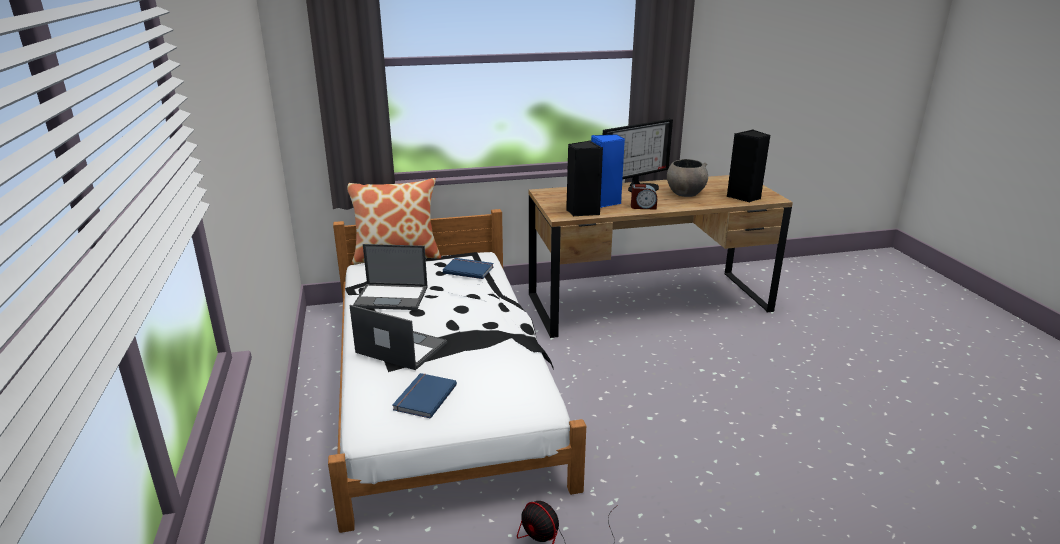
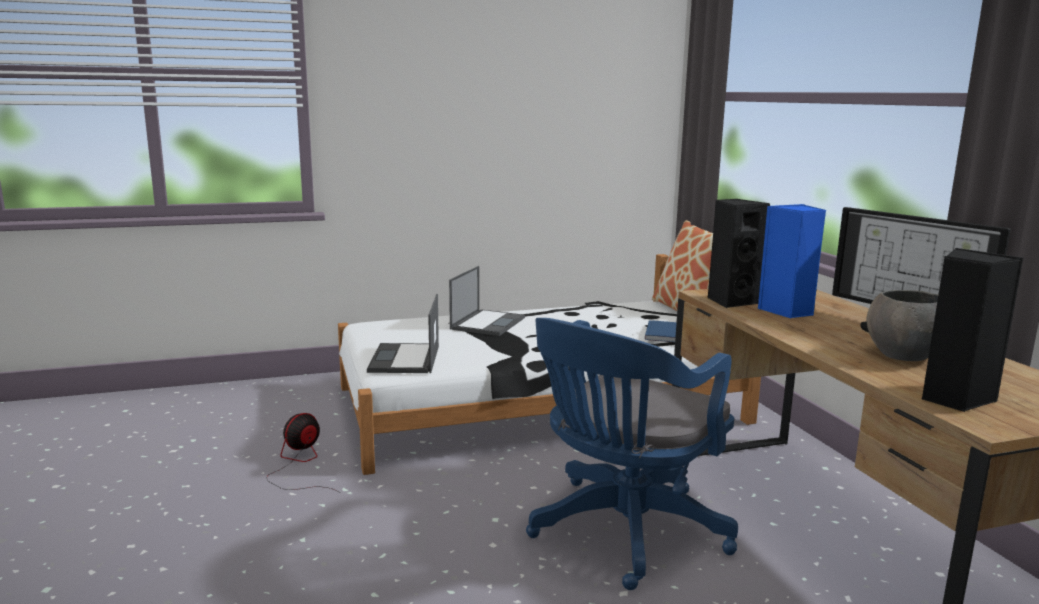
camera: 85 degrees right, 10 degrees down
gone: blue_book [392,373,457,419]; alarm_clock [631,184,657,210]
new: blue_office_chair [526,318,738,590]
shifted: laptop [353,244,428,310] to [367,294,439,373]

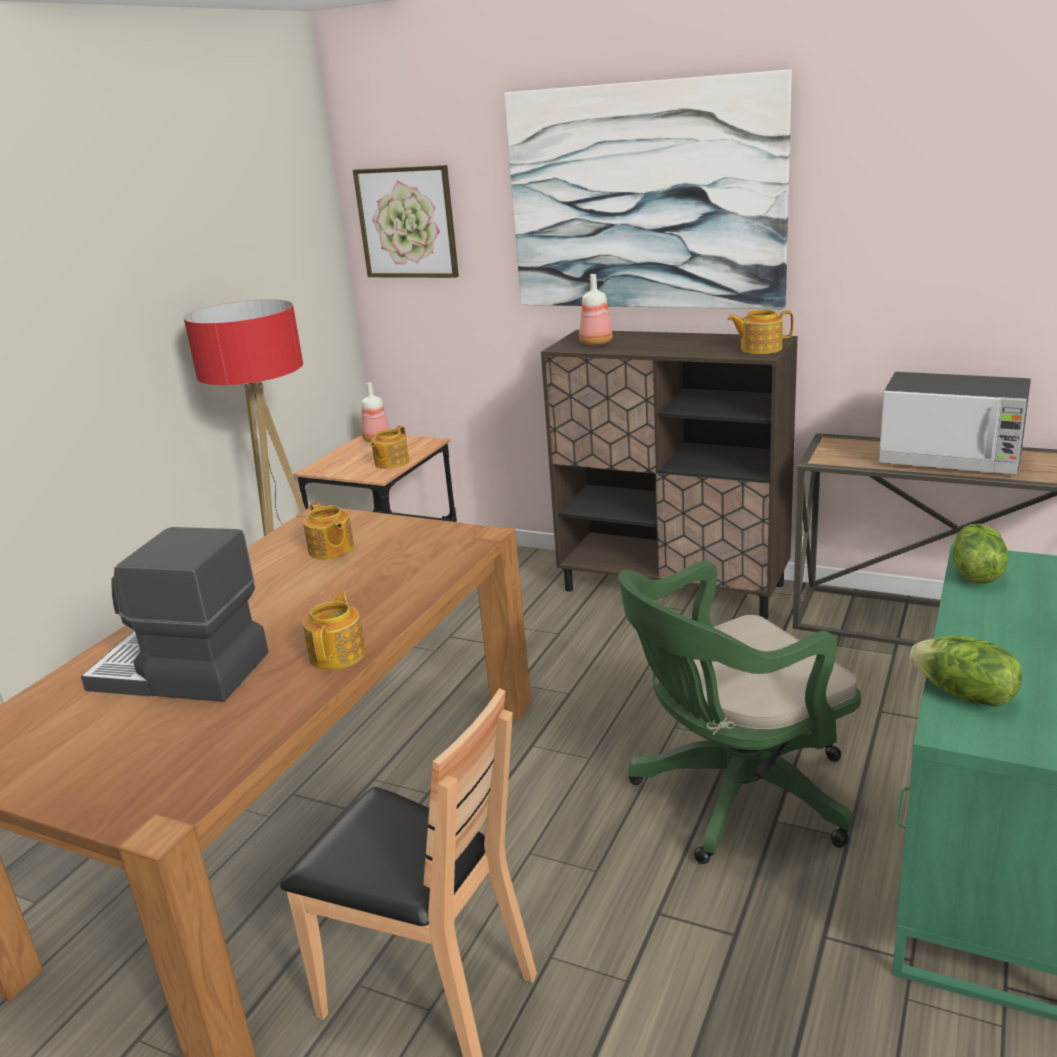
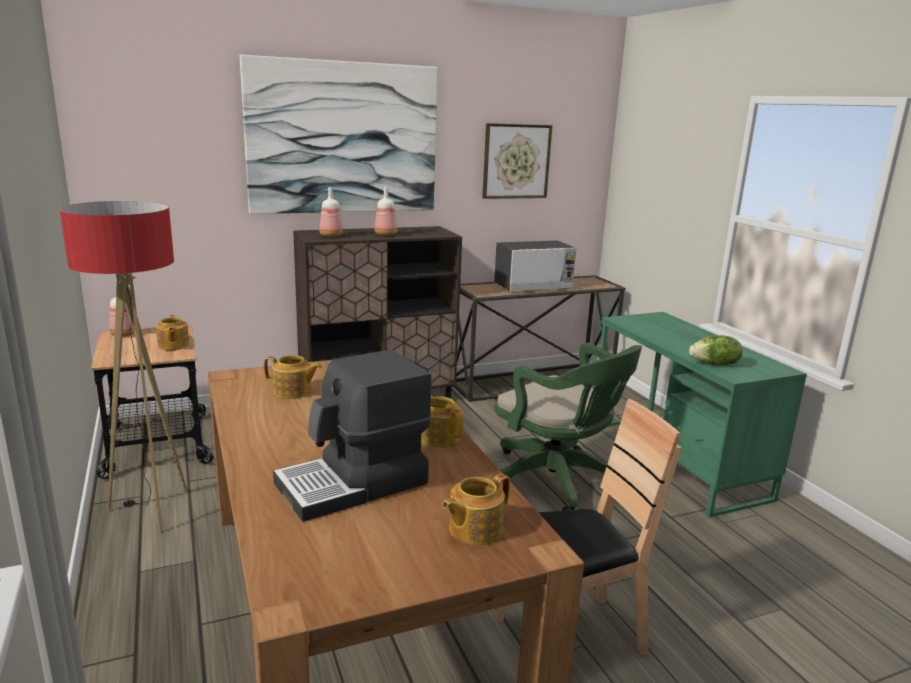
camera: 50 degrees left, 5 degrees down
gone: lettuce [953,524,1008,584]
new: bottle [374,187,397,236]
shifted: picture [353,165,459,278] to [482,123,552,199]; teapot [727,310,794,354] to [442,474,510,545]
rotated: green_office_chair [618,560,861,864] = [494,343,642,511] 60 degrees counterclockwise

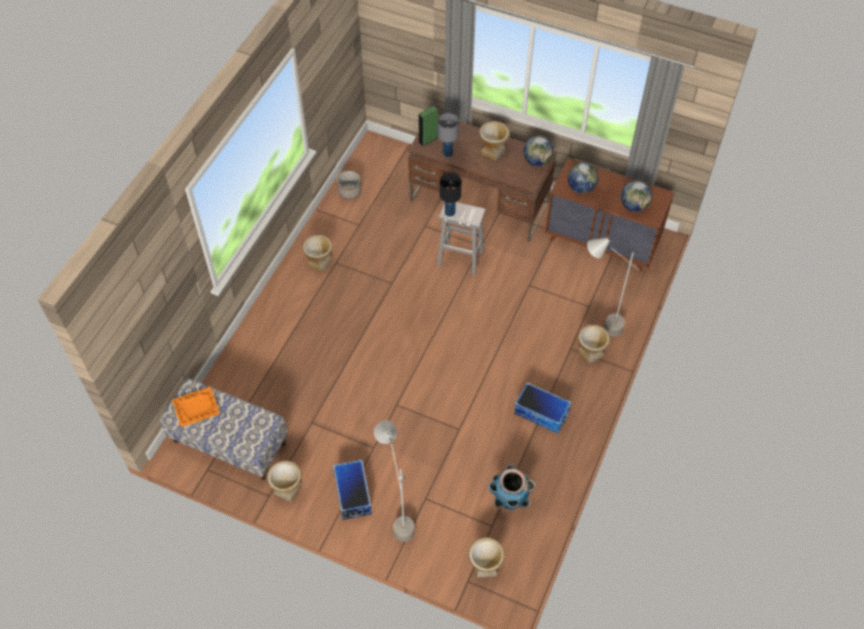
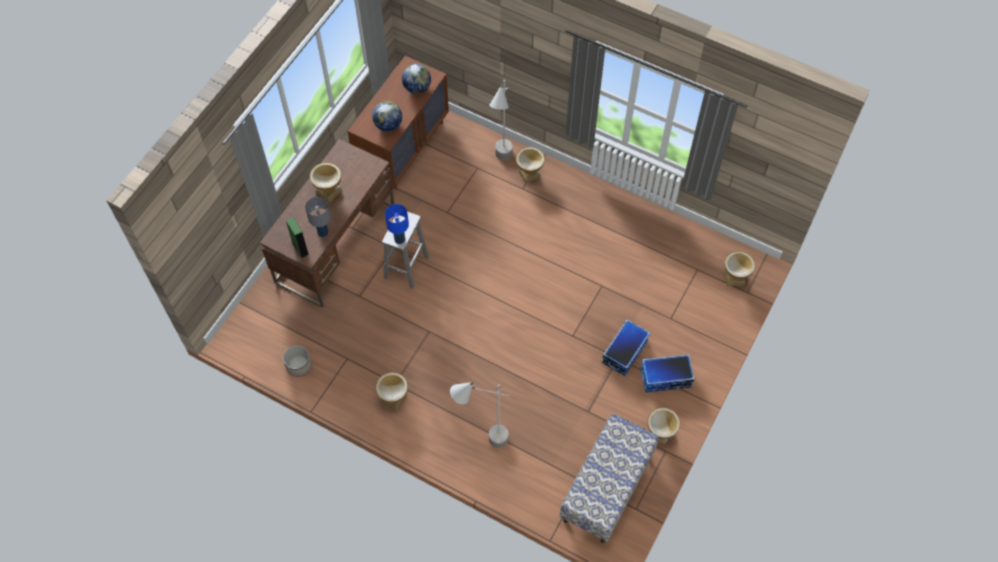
camera: 85 degrees left, 5 degrees up
gone: orange_tray [172,386,220,427]; planter [489,464,536,510]; globe [523,136,553,166]
shifted: grey_floor_lamp [374,420,415,542] to [450,382,509,448]; storage_box [514,382,572,433] to [602,320,650,376]
repainted: black_table_lamp [440,173,462,217] to blue_table_lamp [385,204,409,244]

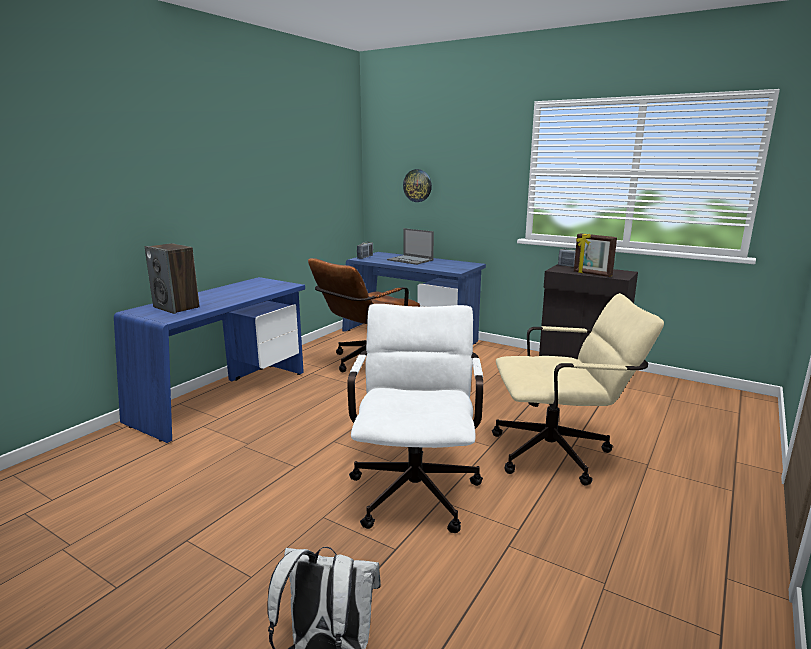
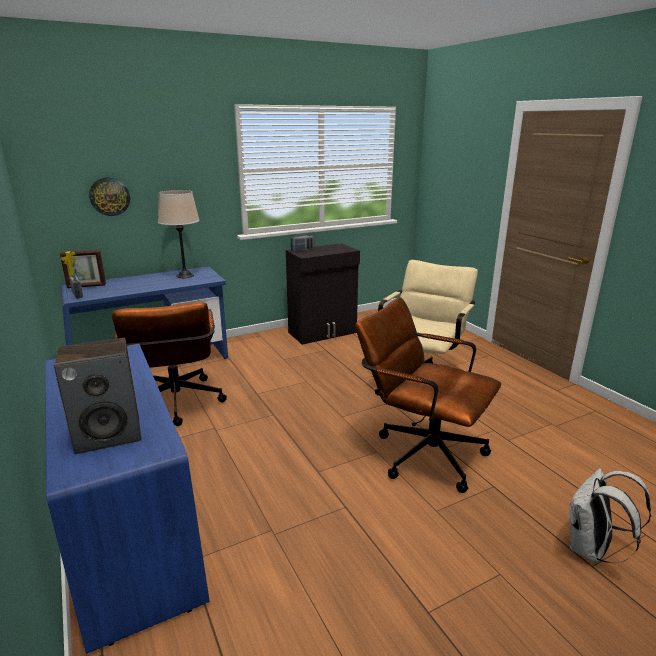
camera: 60 degrees left, 5 degrees up
gone: laptop [387,228,434,265]
new: beige_table_lamp [158,190,200,278]
shifted: picture_frame [574,233,617,277] to [60,250,106,288]
repainted: white_office_chair [347,304,483,533] to brown_office_chair [355,297,501,493]

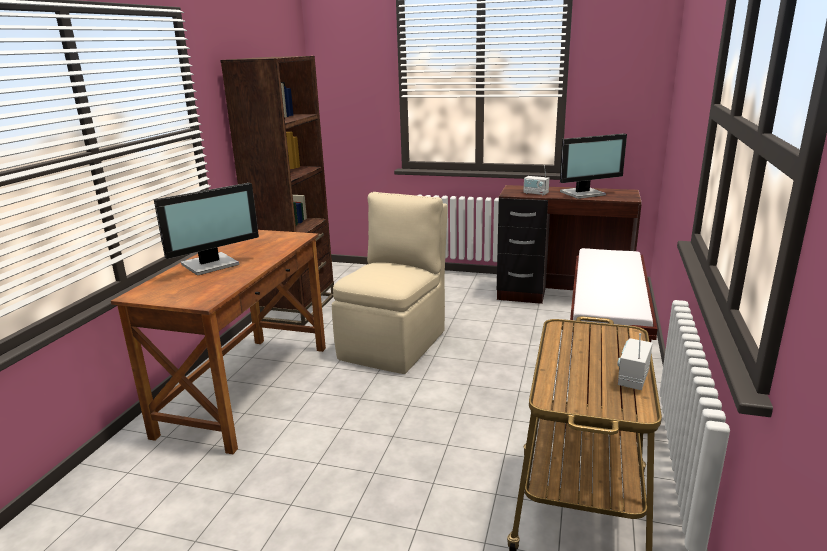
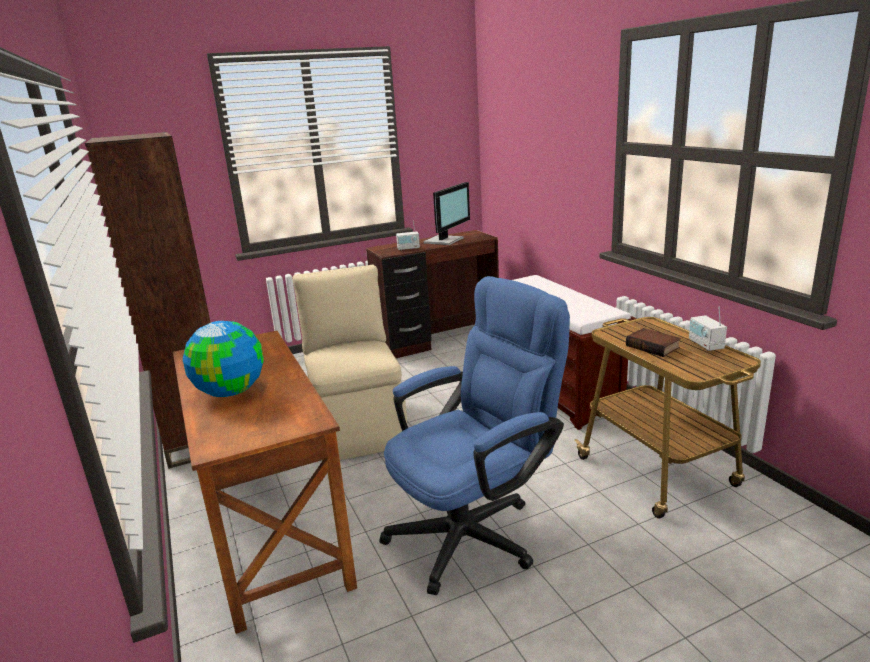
camera: 40 degrees left, 0 degrees up
new: blue_office_chair [379,276,570,595]; book [626,328,681,357]
swapped: monitor [154,183,259,276] to globe [183,321,264,397]

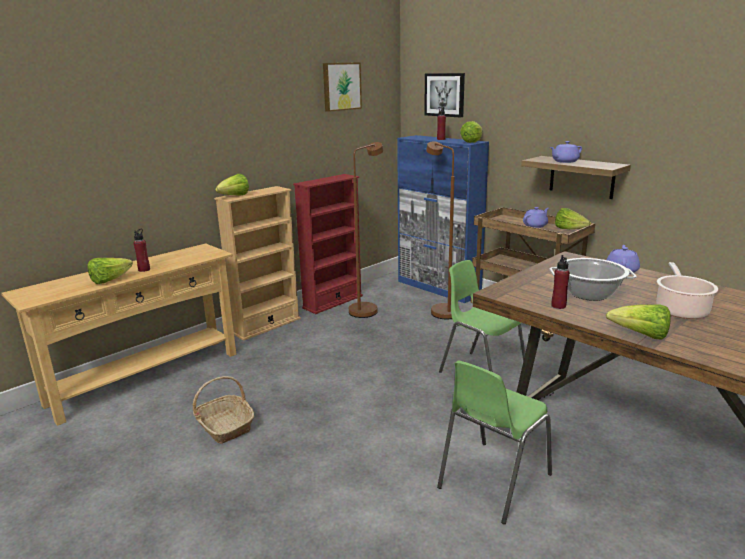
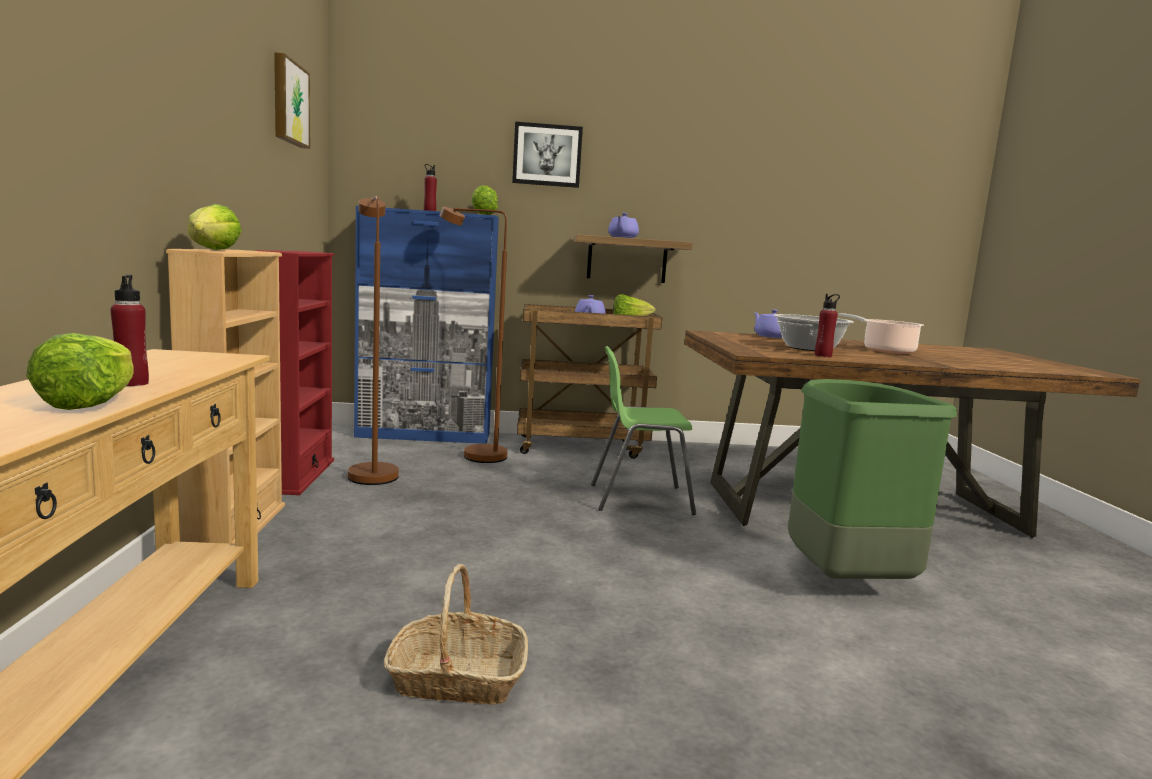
camera: 50 degrees left, 10 degrees down
gone: lettuce [606,304,671,340]
shifted: picture [424,73,465,117] to [512,122,583,188]
swapped: green_chair [437,361,552,524] to green_trash_can [788,379,957,579]

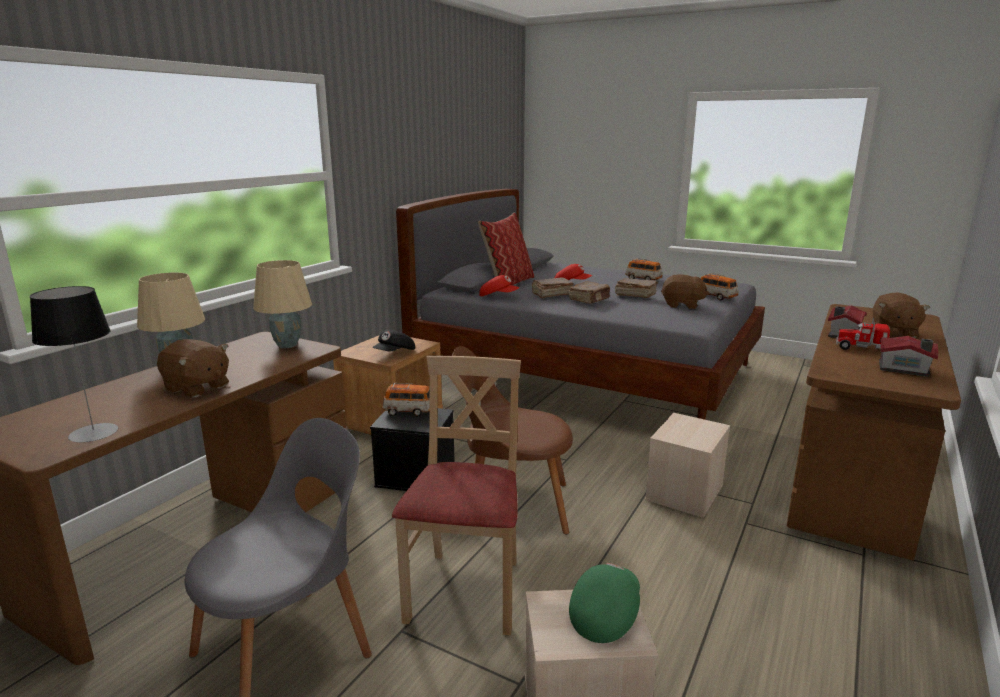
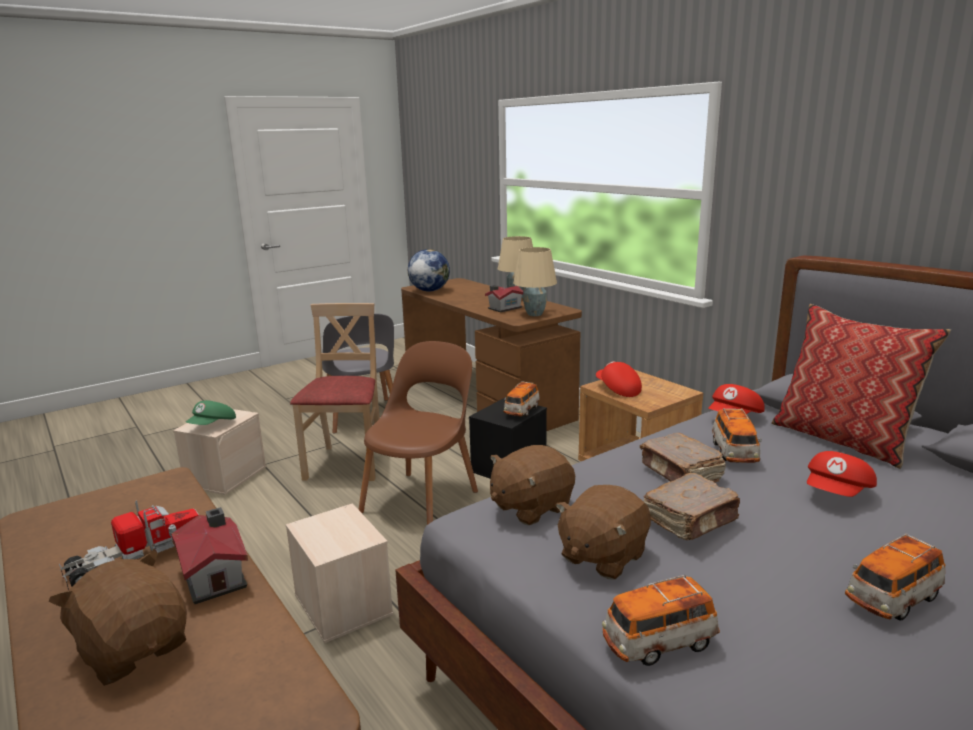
camera: 115 degrees right, 0 degrees up
shifted: brown_plush_toy [157,339,229,398] to [490,445,575,525]; toy_house [879,336,938,377] to [485,285,523,312]
swapped: table_lamp [30,286,118,442] to globe [408,249,450,292]; brown_book [532,278,574,298] to toy_car [712,408,762,463]
repainted: black_cap [372,330,415,351] to red_cap [596,361,642,397]
rotated: beige_chair [392,356,521,635] = [290,303,380,481] 120 degrees counterclockwise; green_cap [569,563,640,643] = [186,400,236,425] 60 degrees clockwise

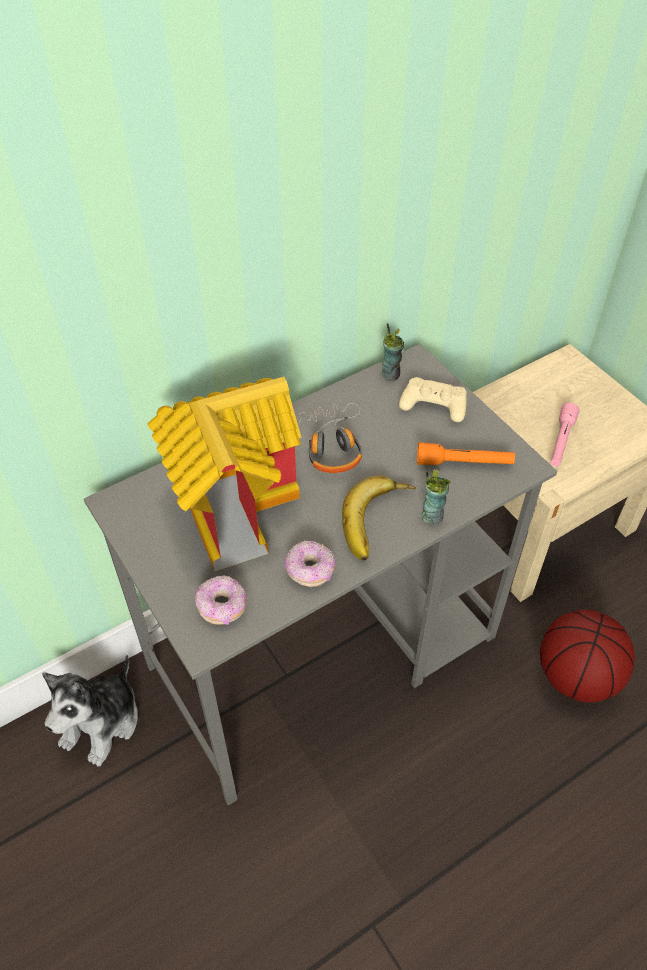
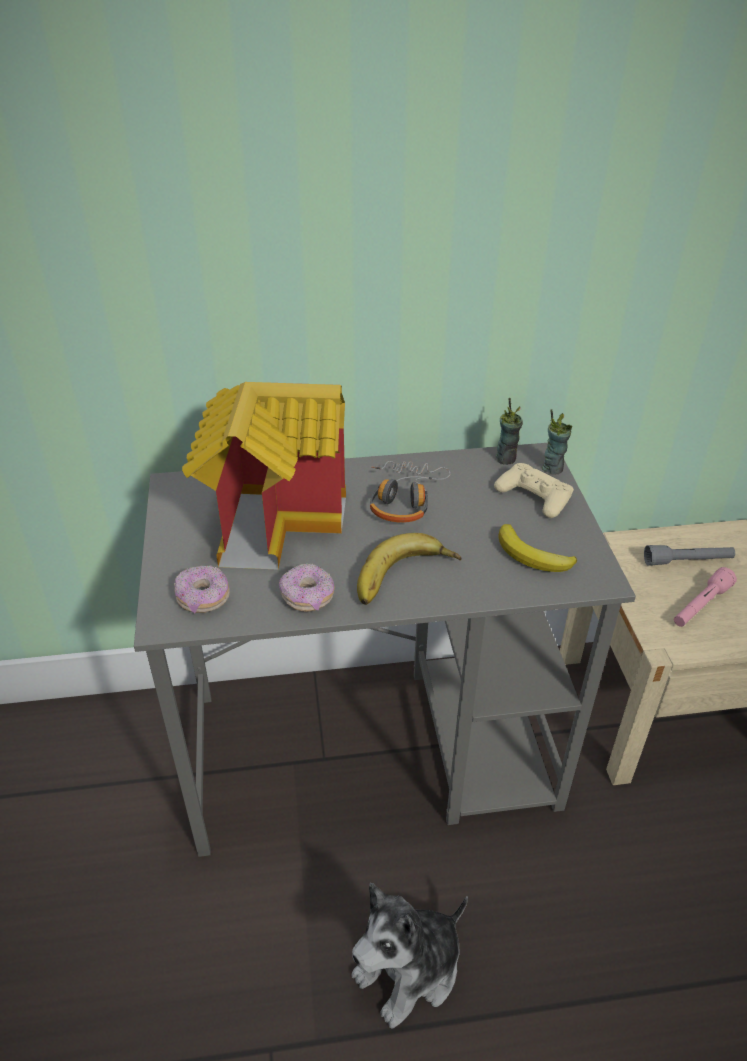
camera: 25 degrees right, 10 degrees down
gone: basketball [540,610,635,703]
new: grey_flashlight [644,545,735,566]
shifted: plush_toy [42,655,138,767] to [351,883,468,1029]; cup [421,469,451,525] to [542,409,572,475]
swapped: orange_flashlight [417,442,515,465] to banana [499,524,577,572]

